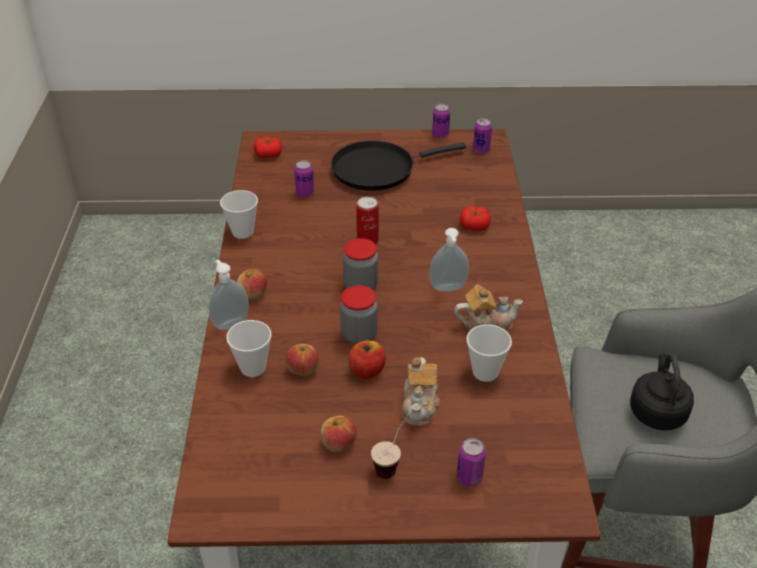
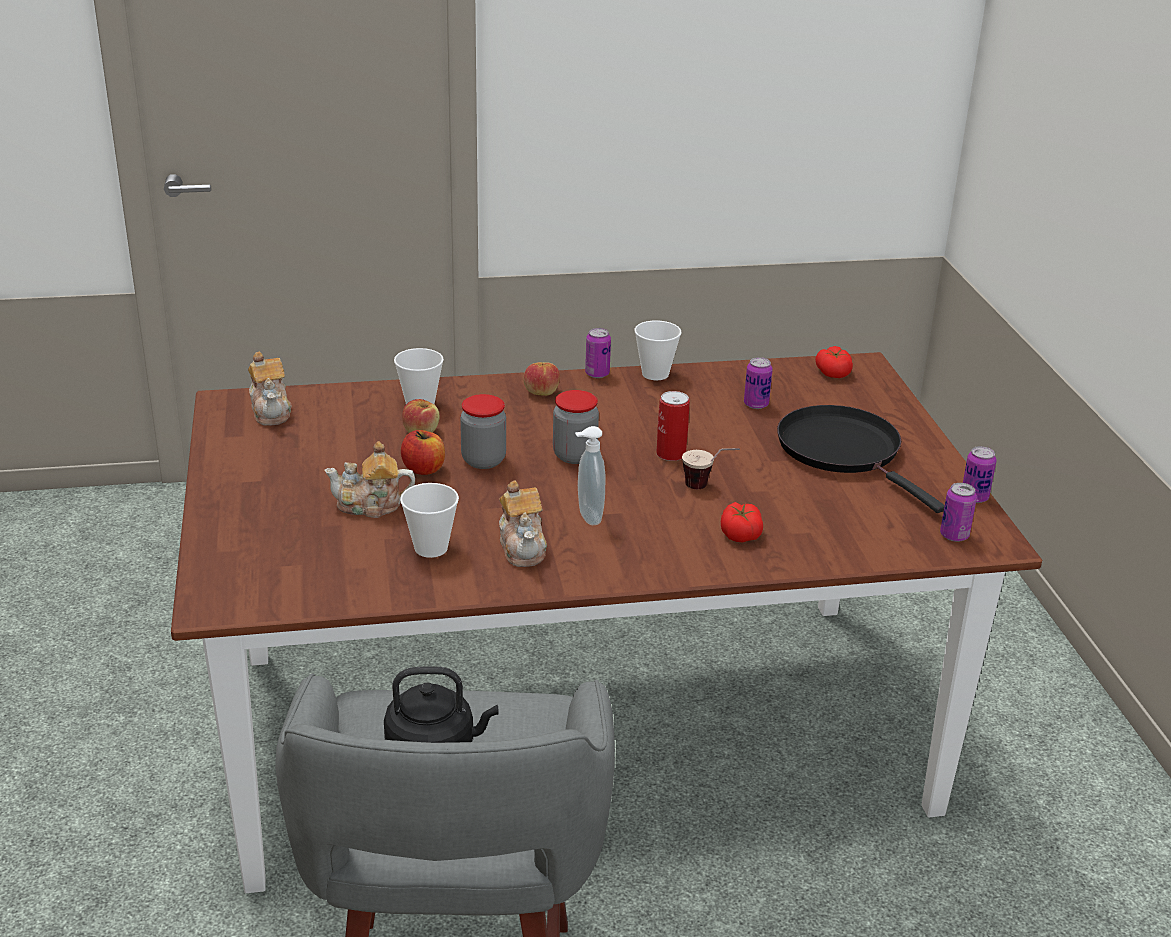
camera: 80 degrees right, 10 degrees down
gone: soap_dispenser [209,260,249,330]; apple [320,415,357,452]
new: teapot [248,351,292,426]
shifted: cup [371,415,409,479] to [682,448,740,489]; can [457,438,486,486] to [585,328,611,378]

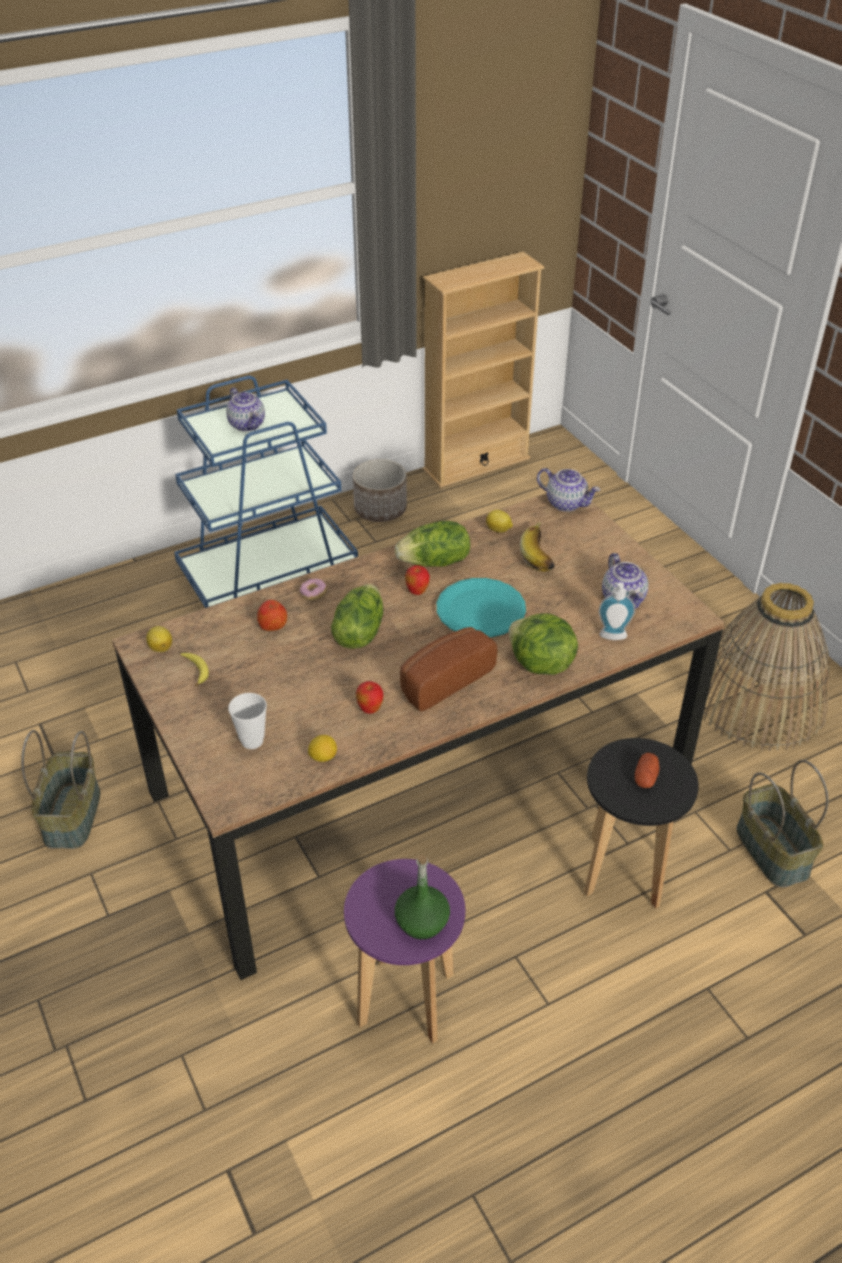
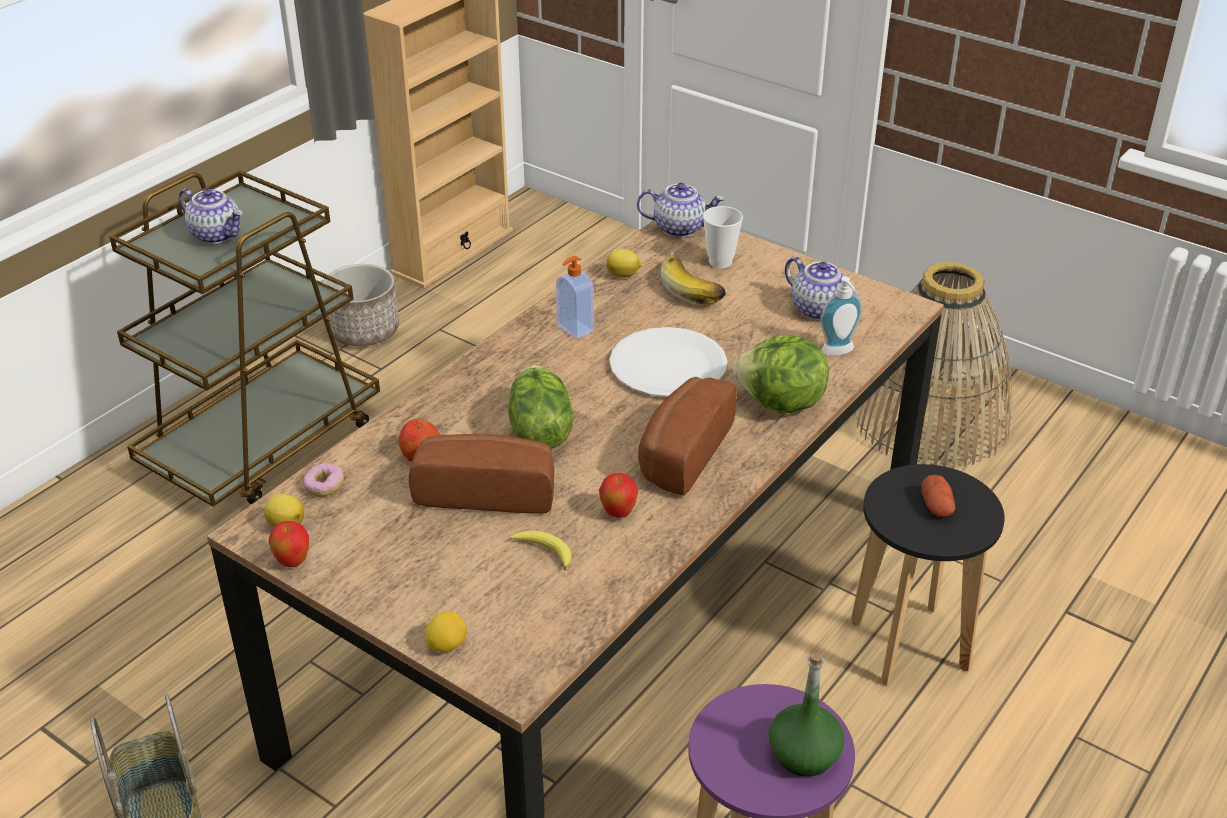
camera: 25 degrees left, 5 degrees down
gone: basket [736,760,829,888]
new: bread [409,434,554,514]
shifted: banana [181,653,209,686] to [510,531,572,570]; cup [228,693,267,749] to [703,206,743,268]; donut [300,578,327,600] to [303,463,344,497]; lemon [308,735,337,762] to [425,611,467,652]; apple [405,565,430,595] to [269,521,309,567]
swapped: lettuce [395,521,470,567] to soap_dispenser [556,256,594,339]
repainted: blue_cart [174,376,358,608] to brown_cart [109,170,380,507]; turquoise_plate [437,578,526,638] to white_plate [609,327,727,397]

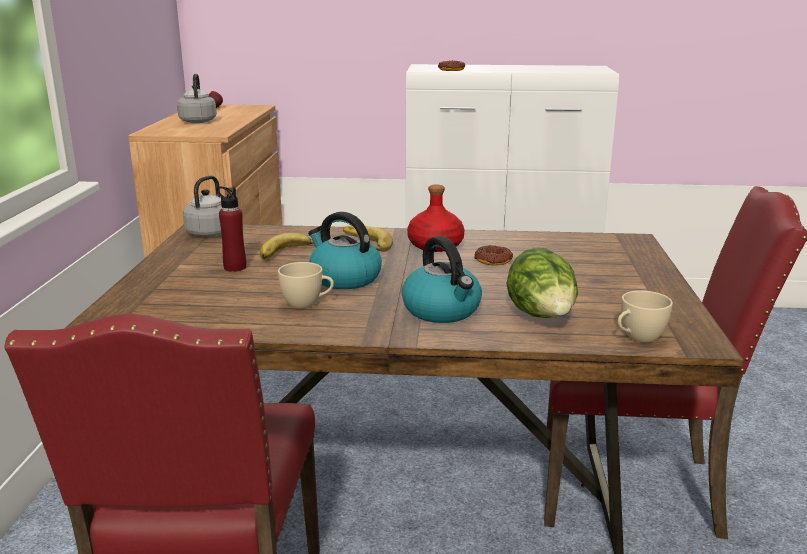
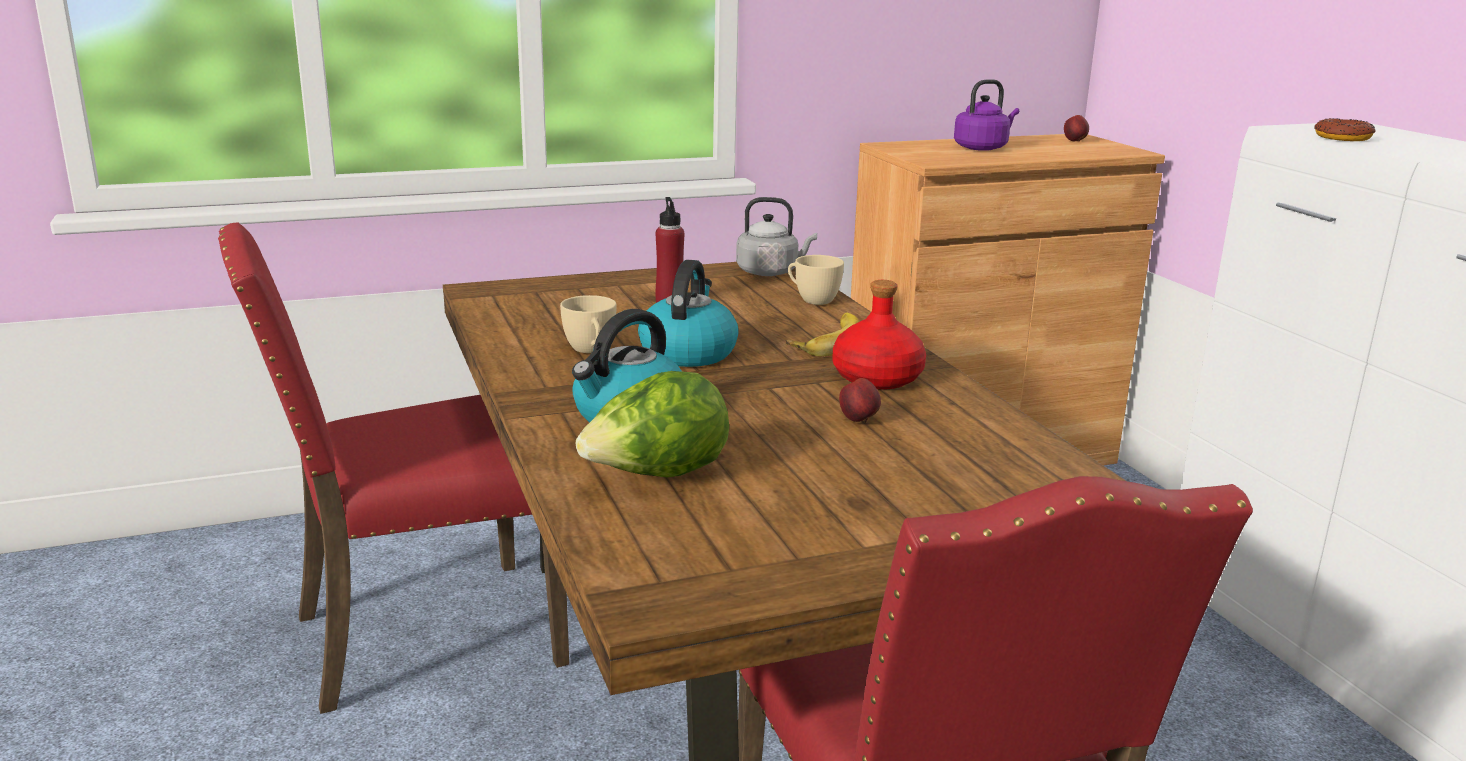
camera: 65 degrees right, 0 degrees up
gone: banana [260,233,314,260]
shifted: beige_cup [618,290,673,343] to [788,255,844,305]
swapped: donut [475,245,513,266] to apple [839,378,881,423]
repainted: grey_kettle [177,74,217,123] to purple_kettle [954,79,1019,151]

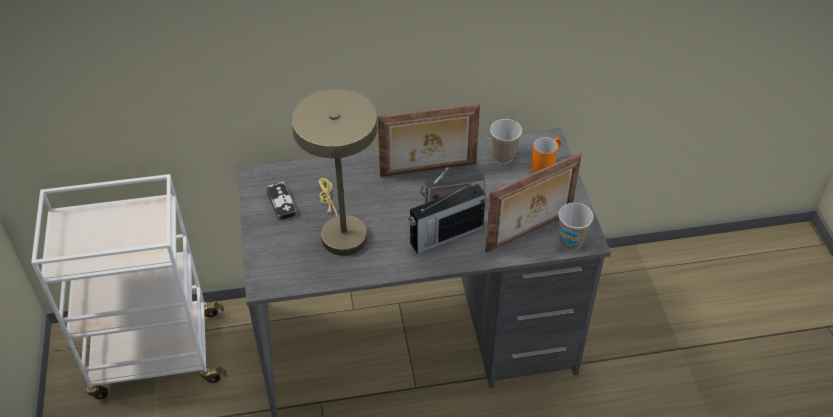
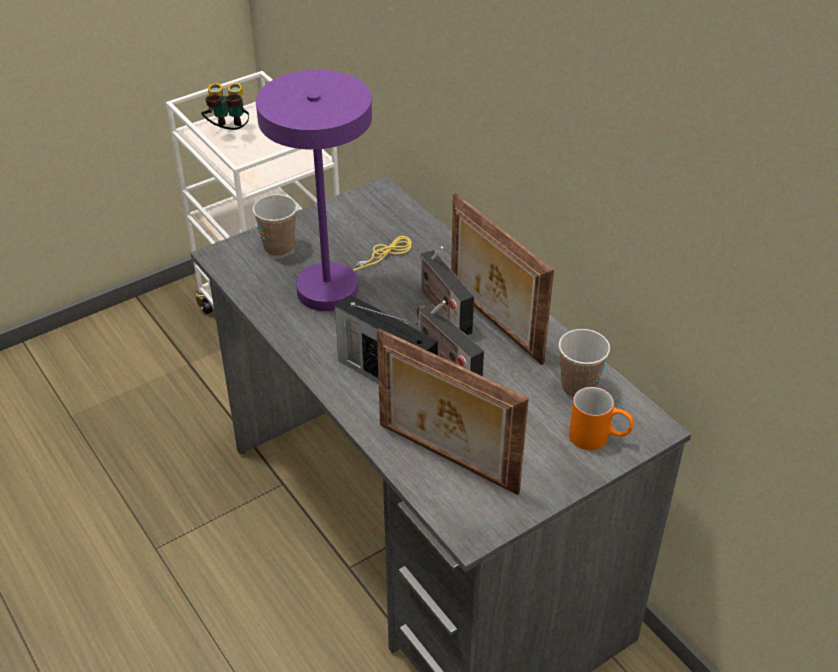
camera: 65 degrees right, 5 degrees down
gone: game_controller [266,182,297,221]
new: binoculars [201,83,249,130]; radio [421,246,474,335]
shifted: cup [558,203,593,250] to [253,194,297,257]
repainted: beige_table_lamp [292,89,377,256] to purple_table_lamp [256,70,412,311]

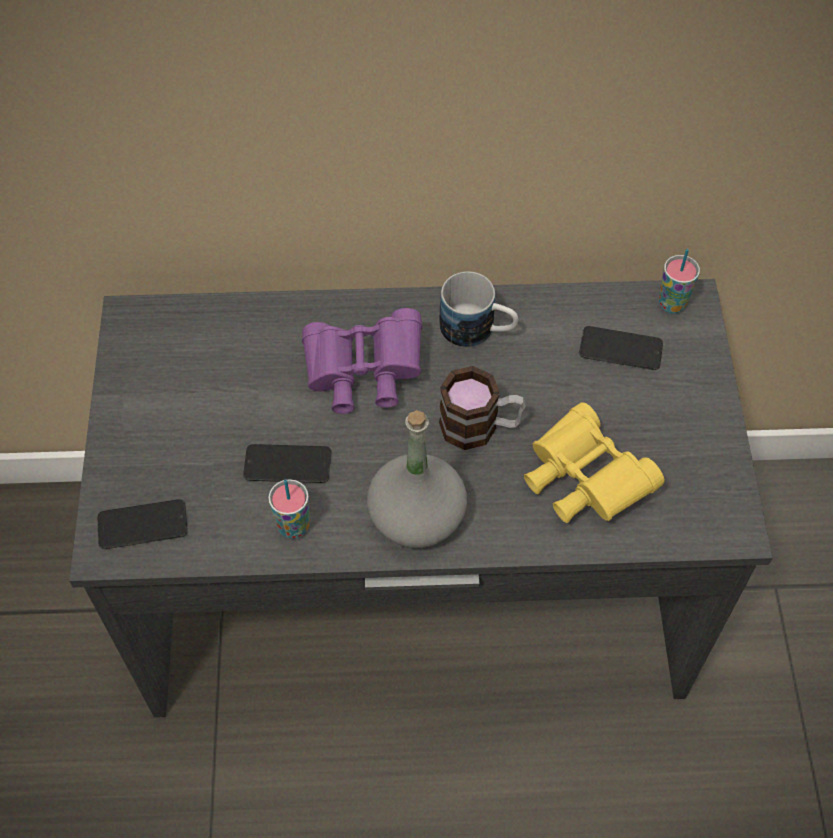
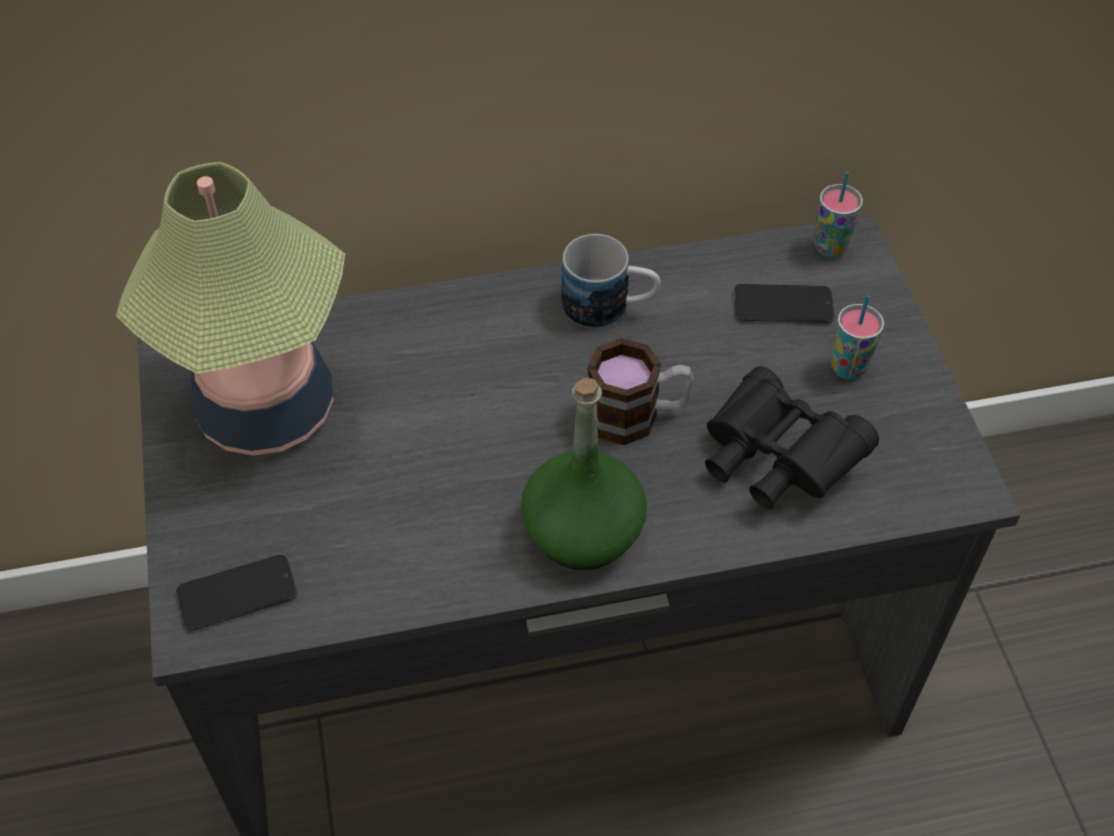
camera: 10 degrees left, 5 degrees down
gone: phone [243,444,331,483]; purple_binoculars [302,308,422,414]
new: table_lamp [116,162,345,455]
shifted: cup [268,479,310,539] to [831,295,884,380]
repainted: grey_bottle [367,410,467,549] to green_bottle [521,378,647,570]; yellow_binoculars [524,403,664,523] to black_binoculars [705,366,879,509]

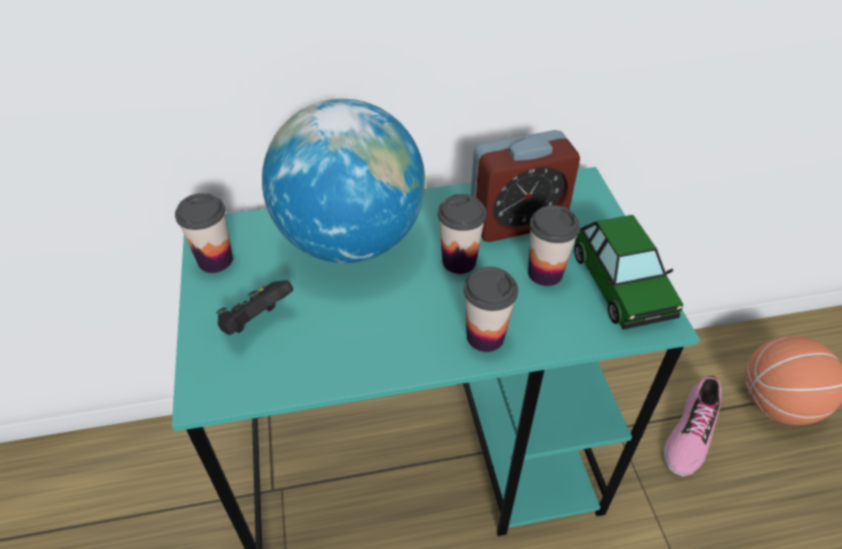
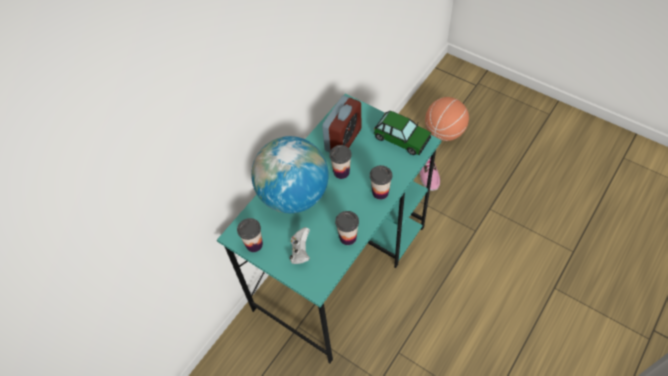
camera: 40 degrees left, 10 degrees up
shifted: cup [528,205,580,286] to [335,211,359,245]
repainted: black_game_controller [216,280,293,335] to white_game_controller [289,227,310,264]

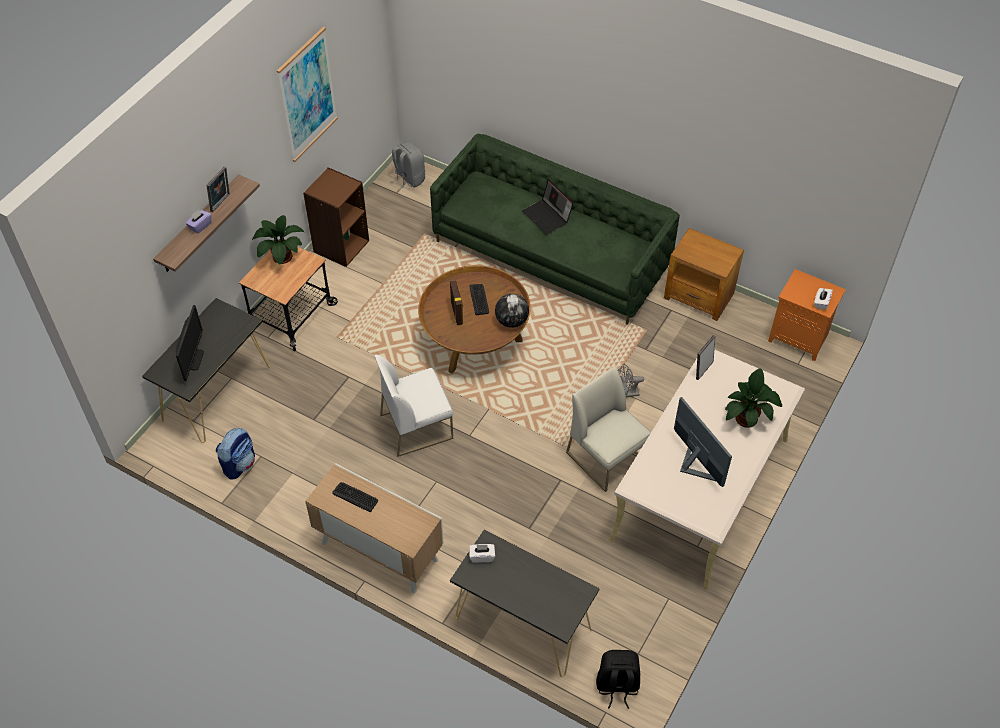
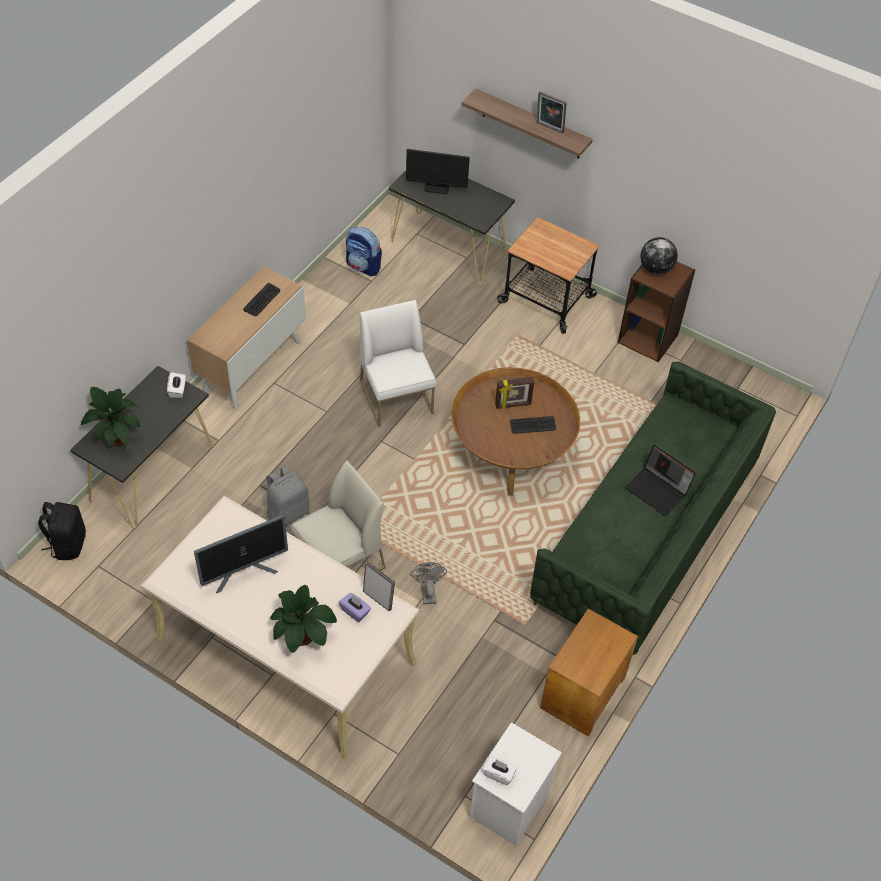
camera: 90 degrees right, 0 degrees up
gone: picture [277,27,338,162]
shifted: purple_tissue_box [185,210,212,234] to [339,593,371,622]; potted_plant [252,215,304,264] to [81,387,140,446]; grey_backpack [391,142,425,190] to [267,465,310,526]; globe [495,294,529,328] to [640,237,678,275]
repainted: orange_nightstand [768,269,846,361] to white_nightstand [469,722,562,846]
rotated: laptop [522,180,573,235] = [625,445,696,516] 105 degrees counterclockwise

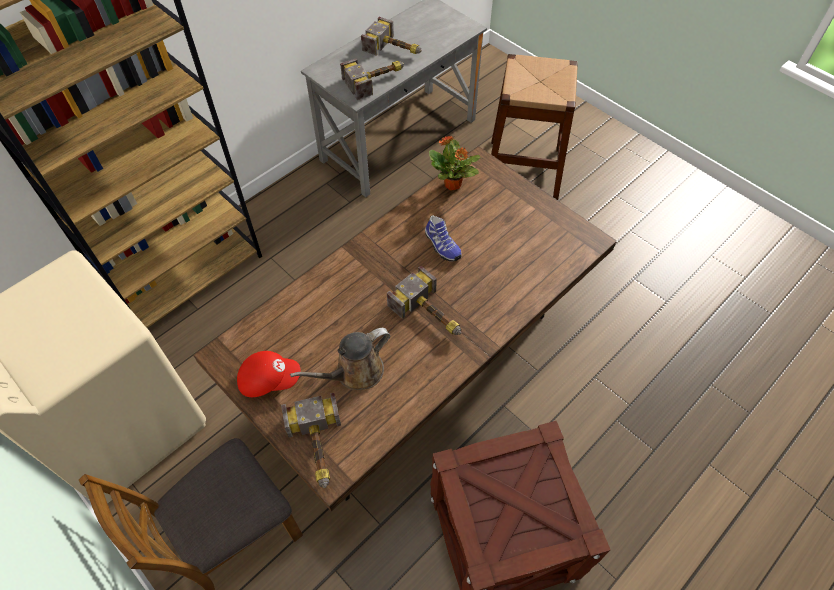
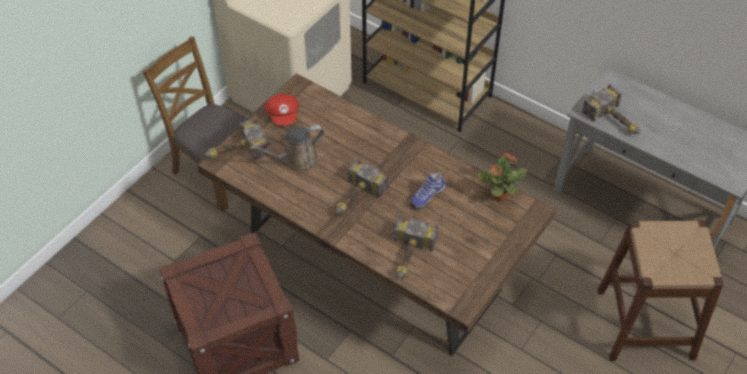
camera: 80 degrees right, 5 degrees down
shifted: hammer [361,17,422,55] to [394,216,438,279]
rotated: brown_watering_can [290,328,390,390] = [250,125,324,171] 75 degrees counterclockwise

